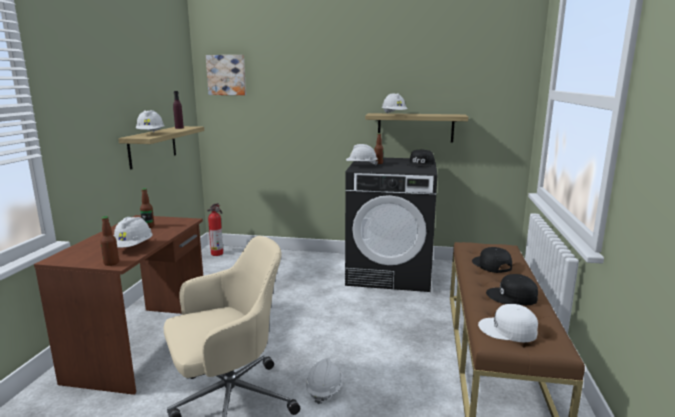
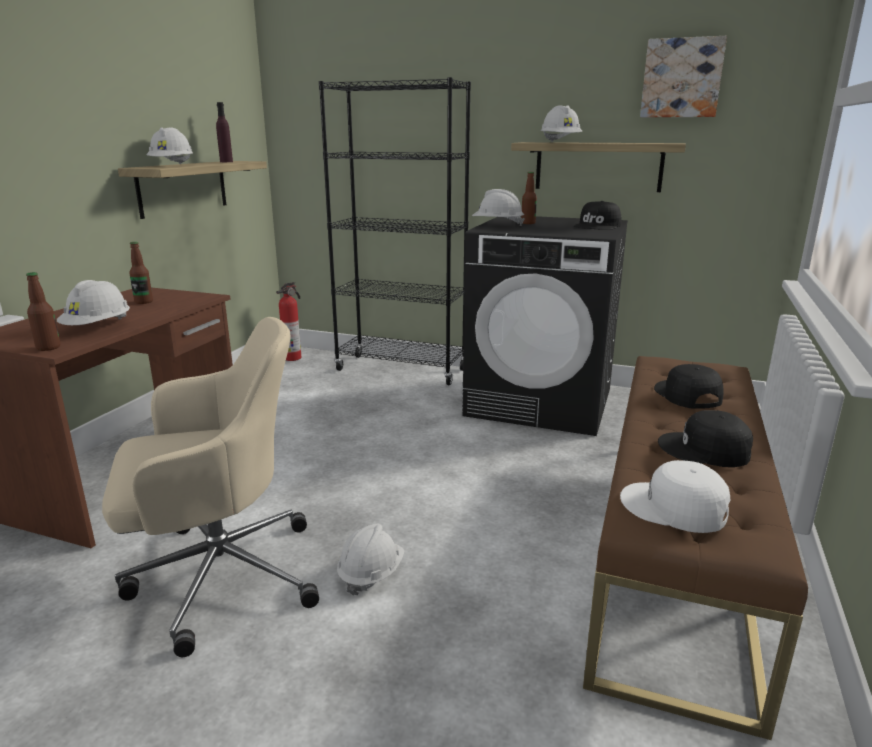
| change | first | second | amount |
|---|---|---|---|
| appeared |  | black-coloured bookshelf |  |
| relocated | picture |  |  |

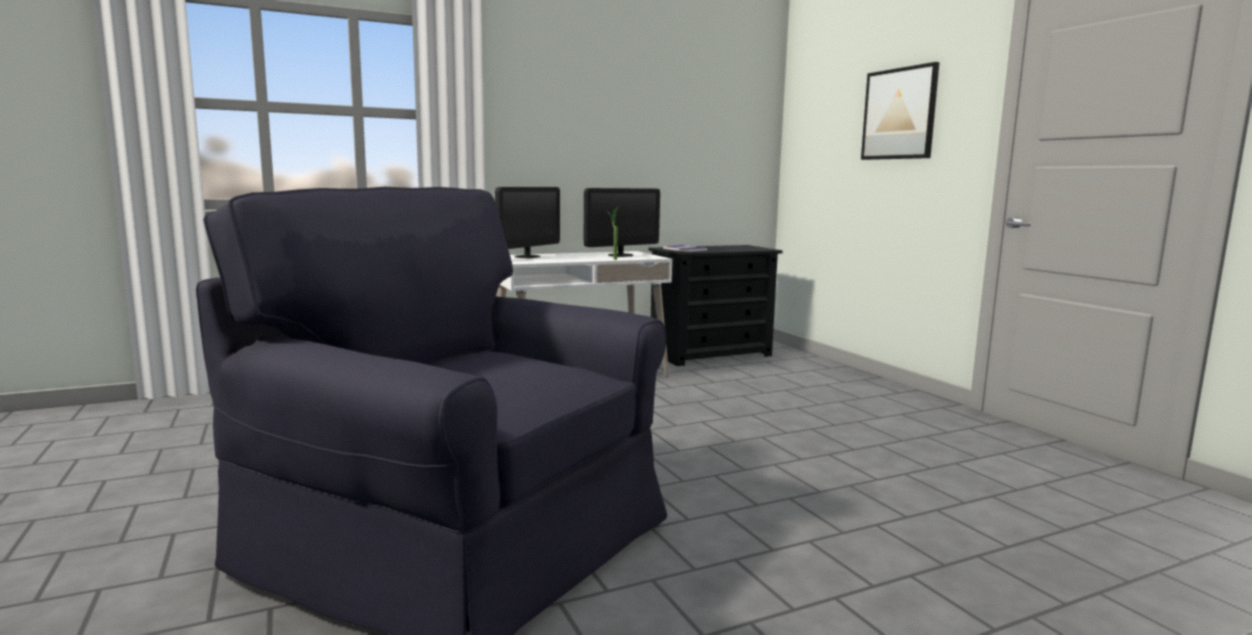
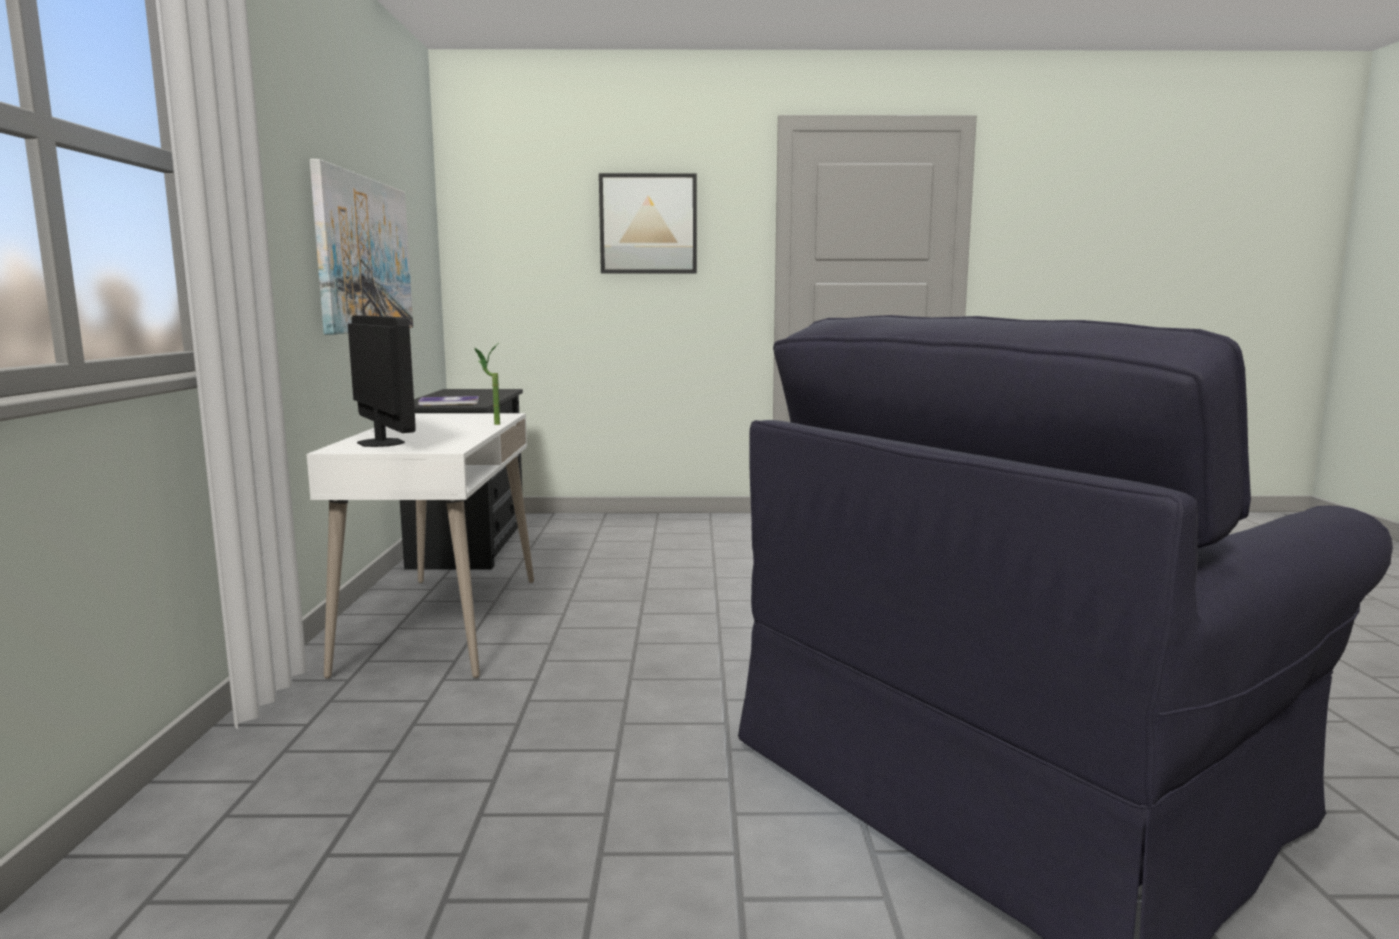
| change | first | second | amount |
|---|---|---|---|
| missing | computer display (no. 2 from left) |  |  |
| appeared |  | picture (no. 1 from left) |  |

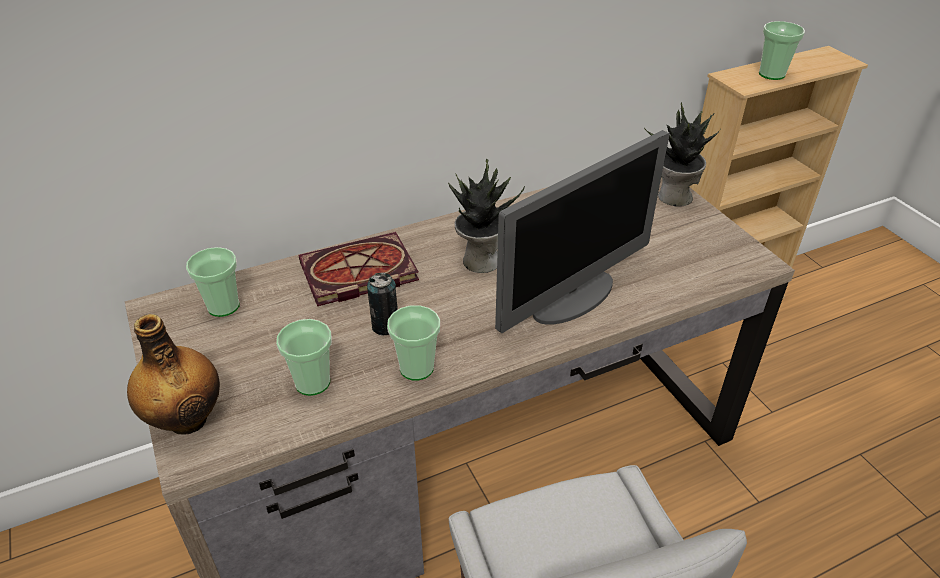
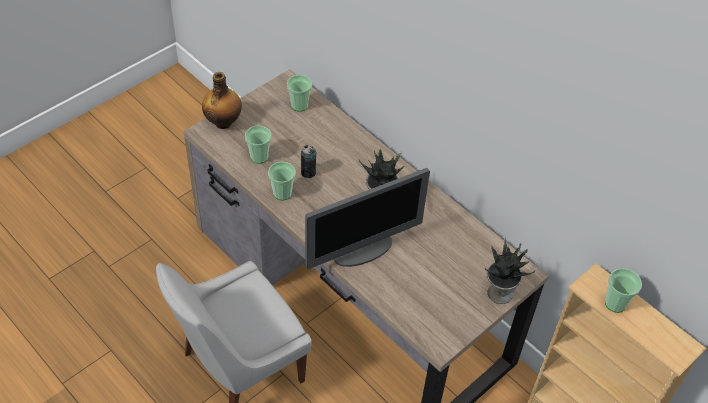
| change | first | second | amount |
|---|---|---|---|
| missing | book |  |  |
| spun | computer display |  | 60 degrees counterclockwise |

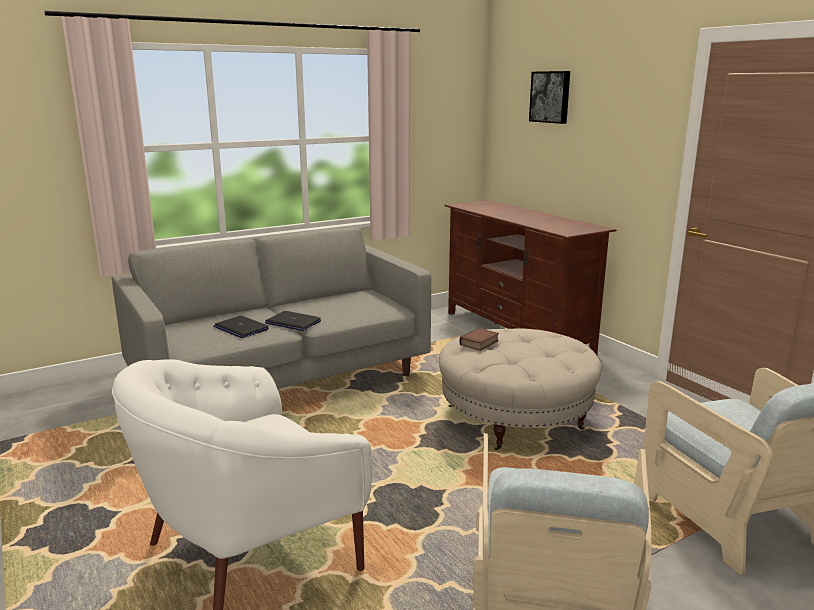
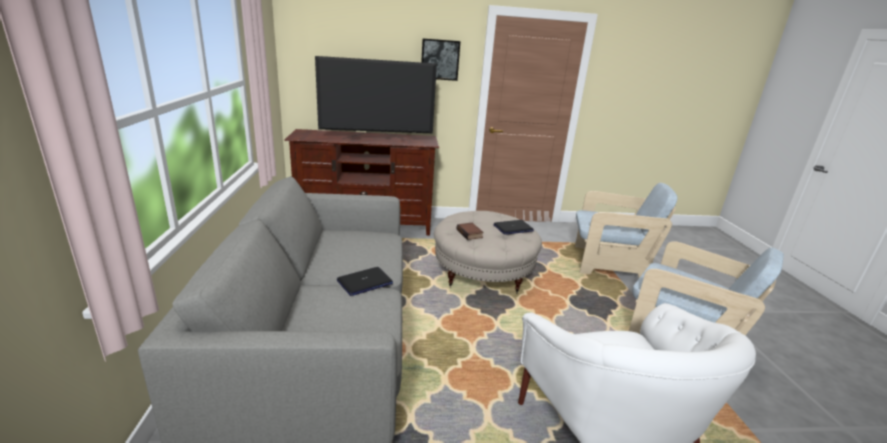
| change | first | second | amount |
|---|---|---|---|
| appeared |  | TV set |  |
| relocated | portable computer (no. 1 from left in the first image) | portable computer (no. 2 from left) |  |
| relocated | picture |  |  |

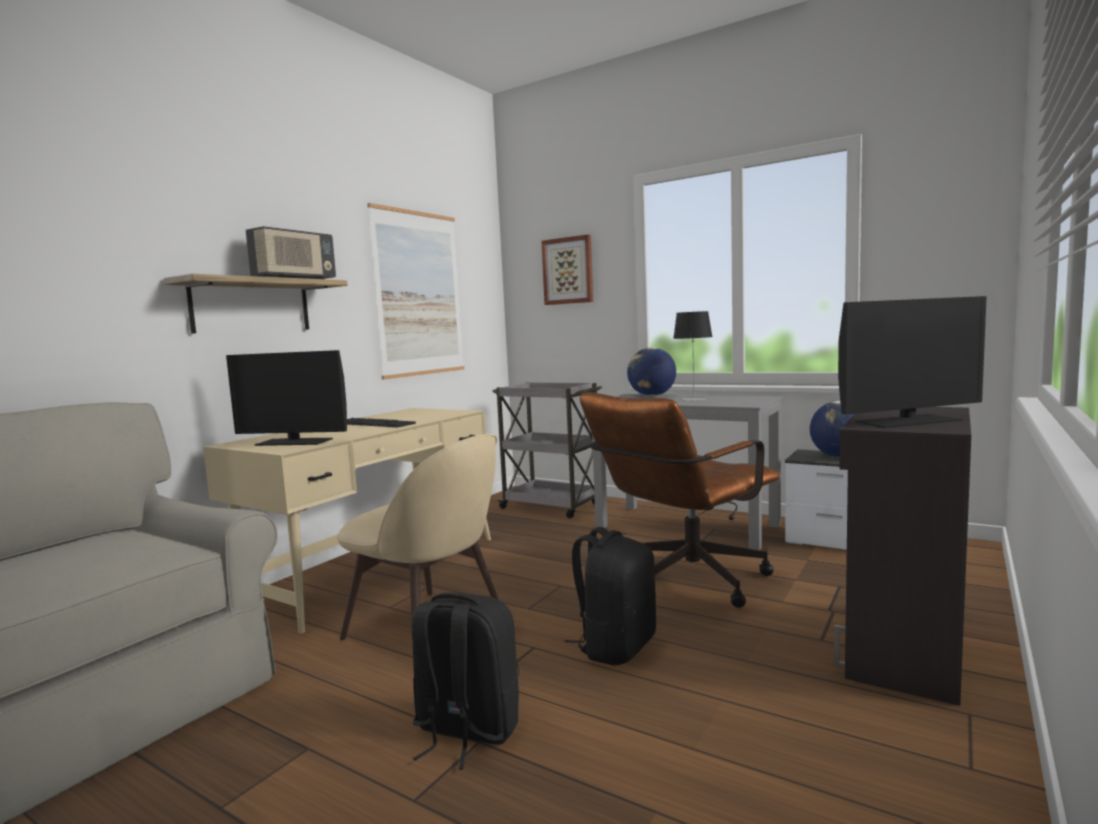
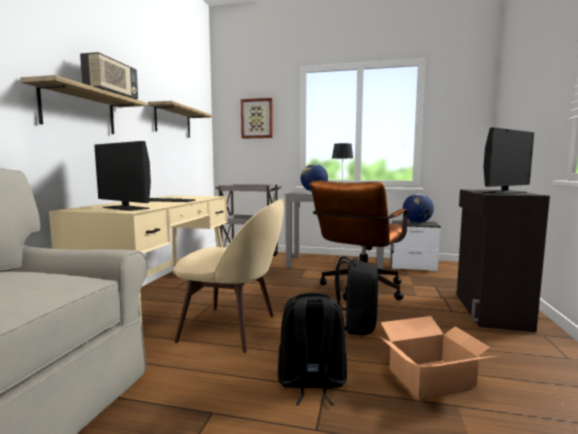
| change | first | second | amount |
|---|---|---|---|
| appeared |  | carton |  |
| exchanged | picture (no. 1 from left) | wall shelf (no. 2 from left) |  |
| spun | computer display (no. 1 from left) |  | 45 degrees clockwise |

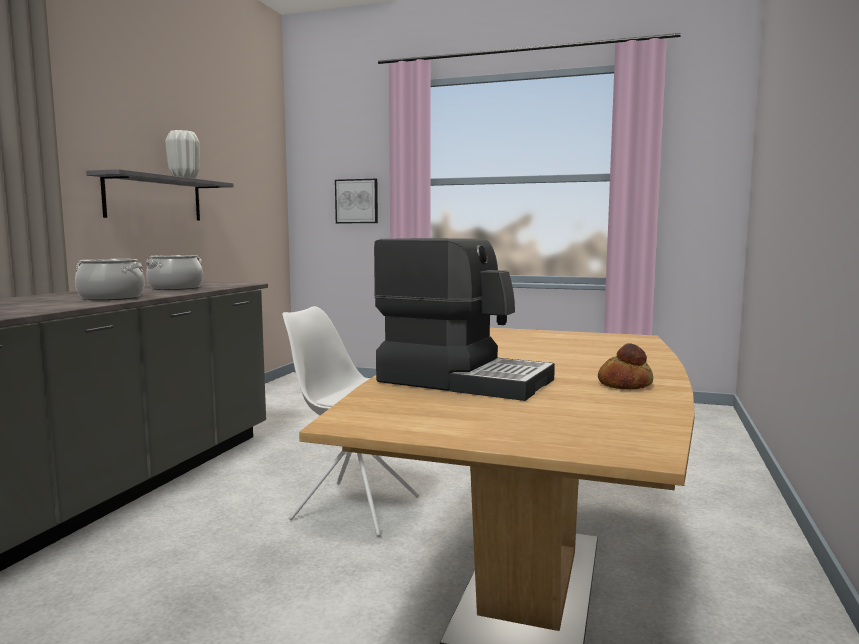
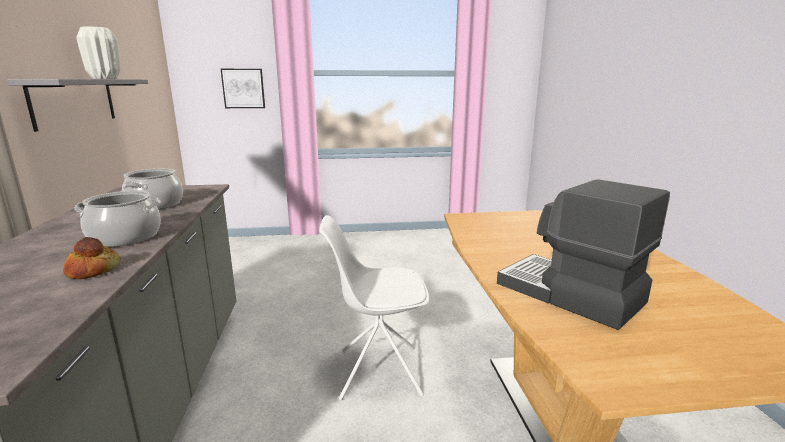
| change | first | second | amount |
|---|---|---|---|
| relocated | baked bread |  |  |
| spun | coffee maker |  | 135 degrees counterclockwise |

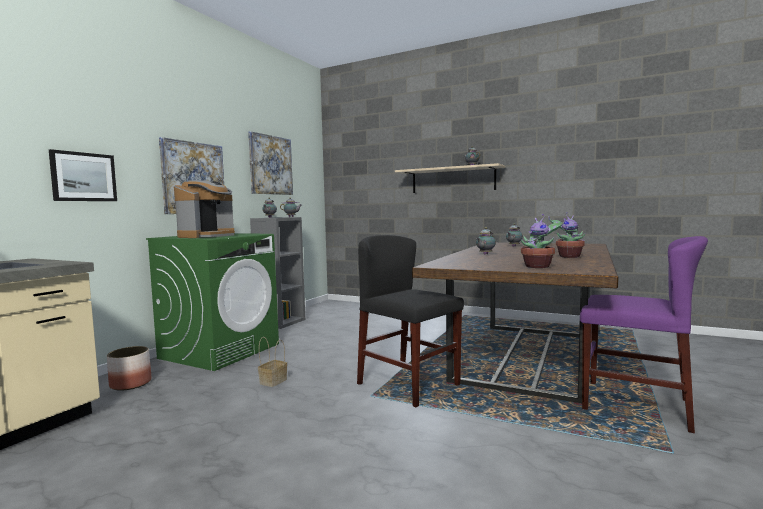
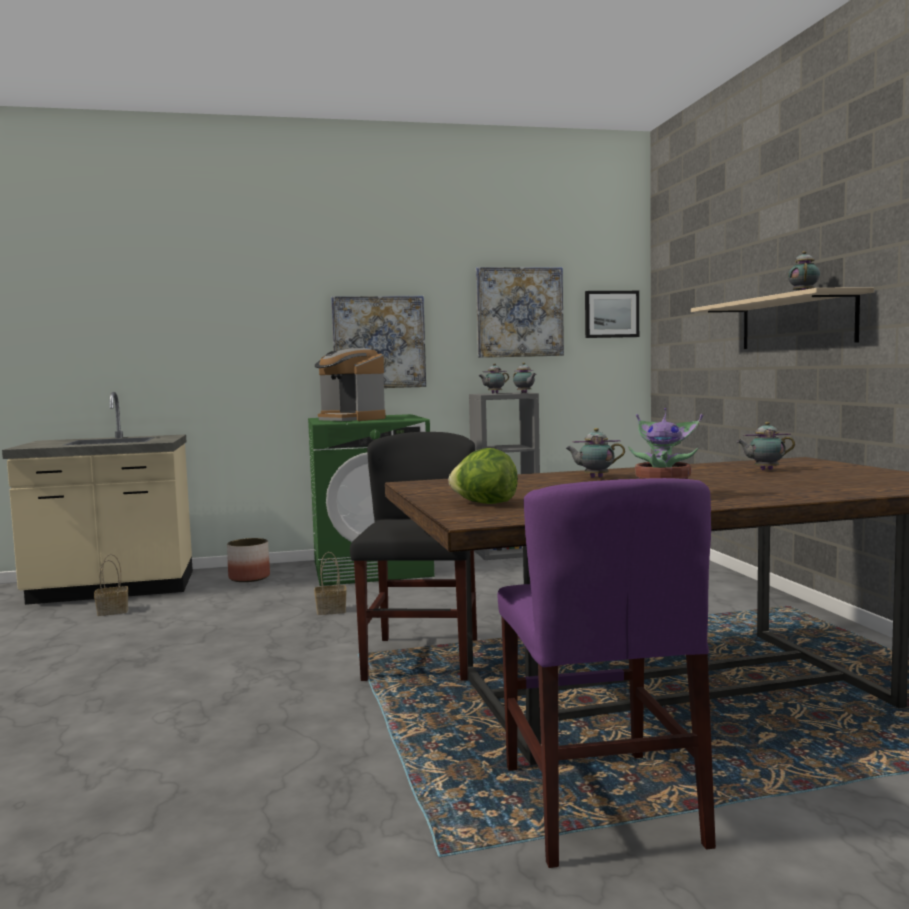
| change | first | second | amount |
|---|---|---|---|
| appeared |  | household basket (no. 1 from left) |  |
| relocated | picture (no. 1 from left in the first image) | picture (no. 3 from left) |  |
| exchanged | houseplant (no. 1 from left) | lettuce |  |
| spun | coffee maker |  | 60 degrees clockwise |

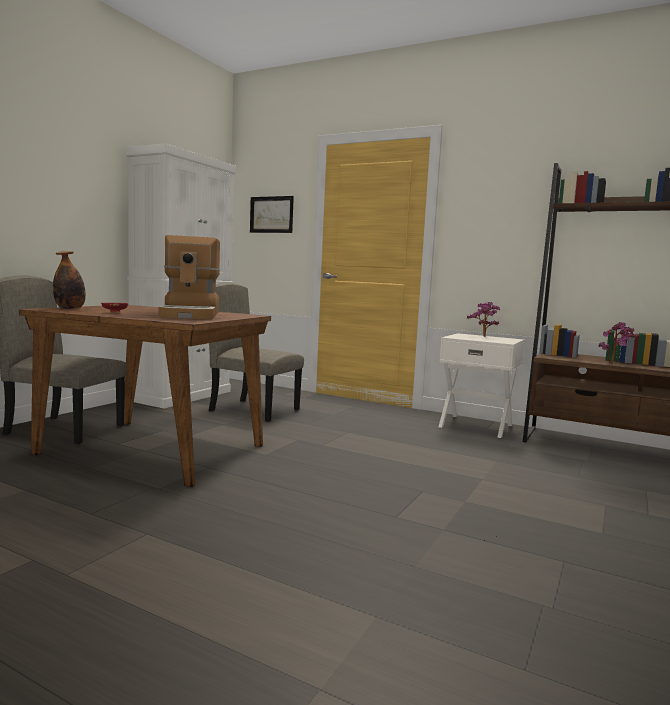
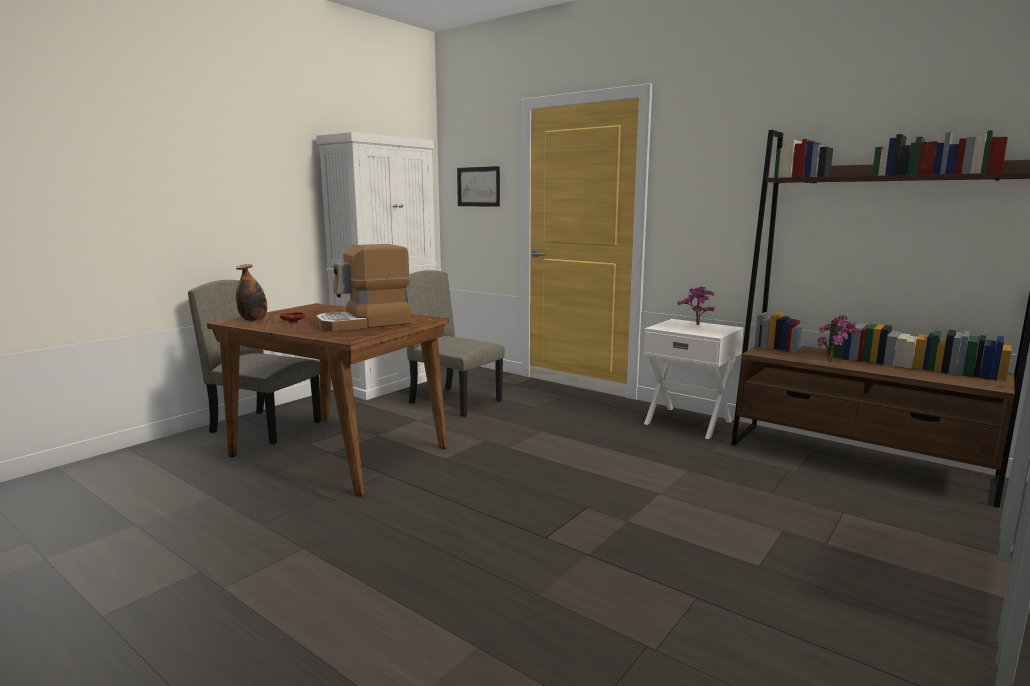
| change | first | second | amount |
|---|---|---|---|
| spun | coffee maker |  | 60 degrees clockwise |

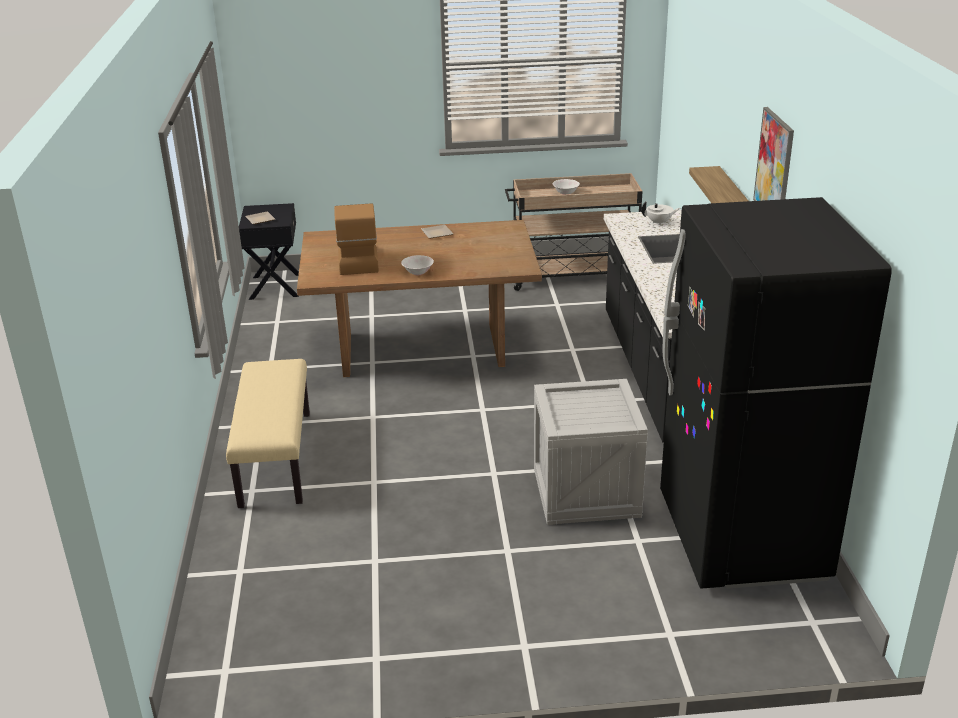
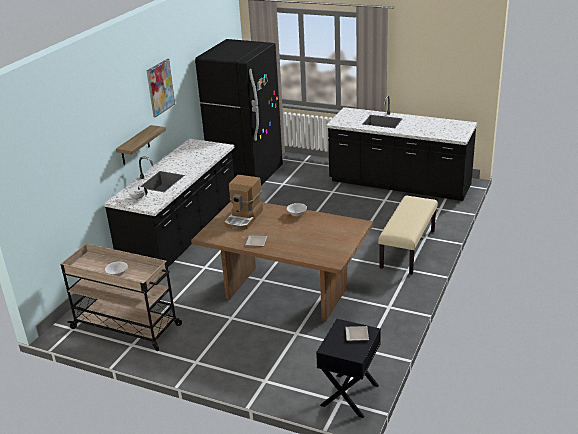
| change | first | second | amount |
|---|---|---|---|
| missing | shipping crate |  |  |
| appeared |  | black-coloured counter (no. 2 from left) |  |
| relocated | coffee maker |  |  |

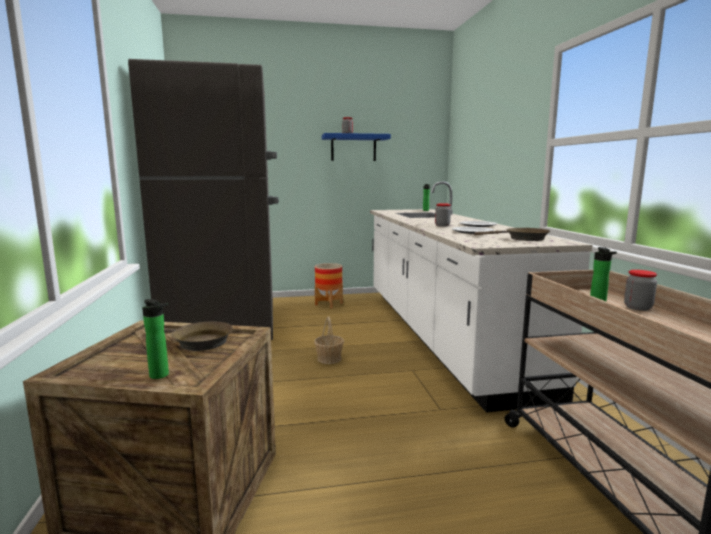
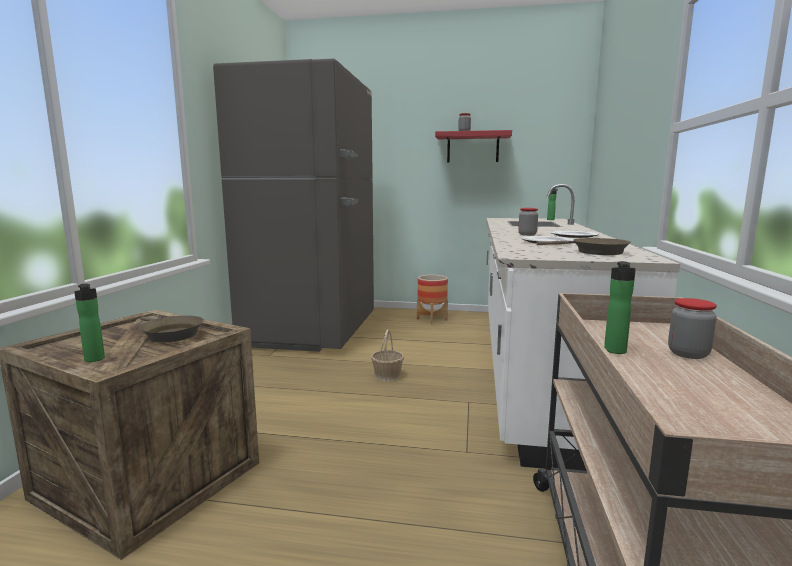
| change | first | second | amount |
|---|---|---|---|
| colour | blue wall shelf | red-coloured wall shelf |  |

